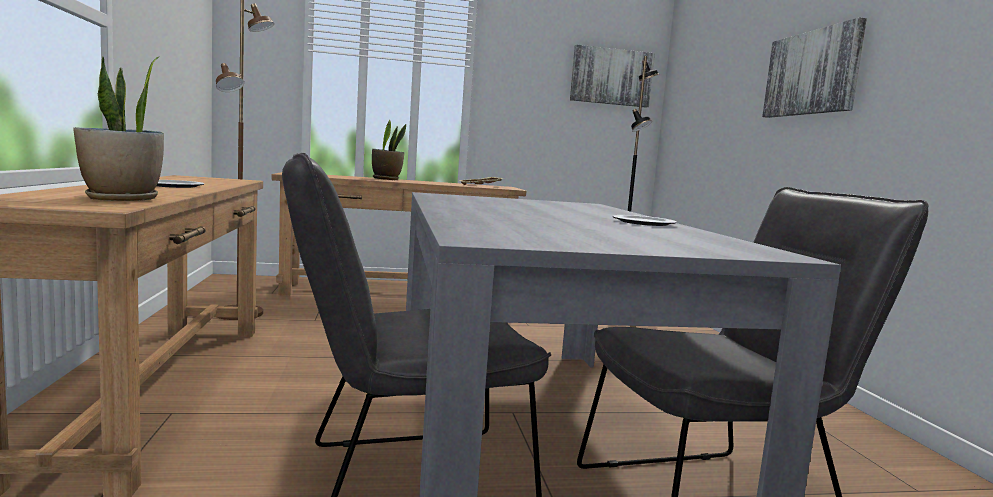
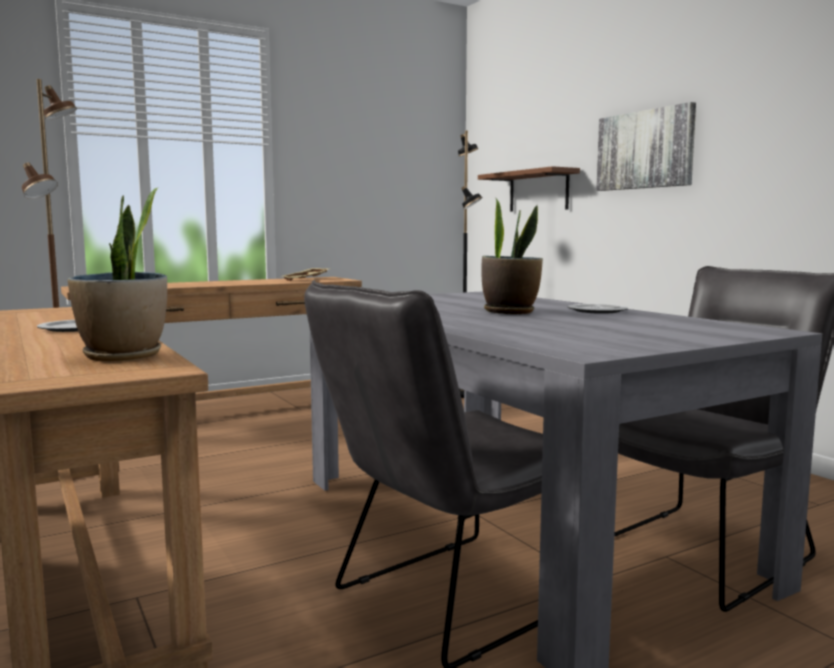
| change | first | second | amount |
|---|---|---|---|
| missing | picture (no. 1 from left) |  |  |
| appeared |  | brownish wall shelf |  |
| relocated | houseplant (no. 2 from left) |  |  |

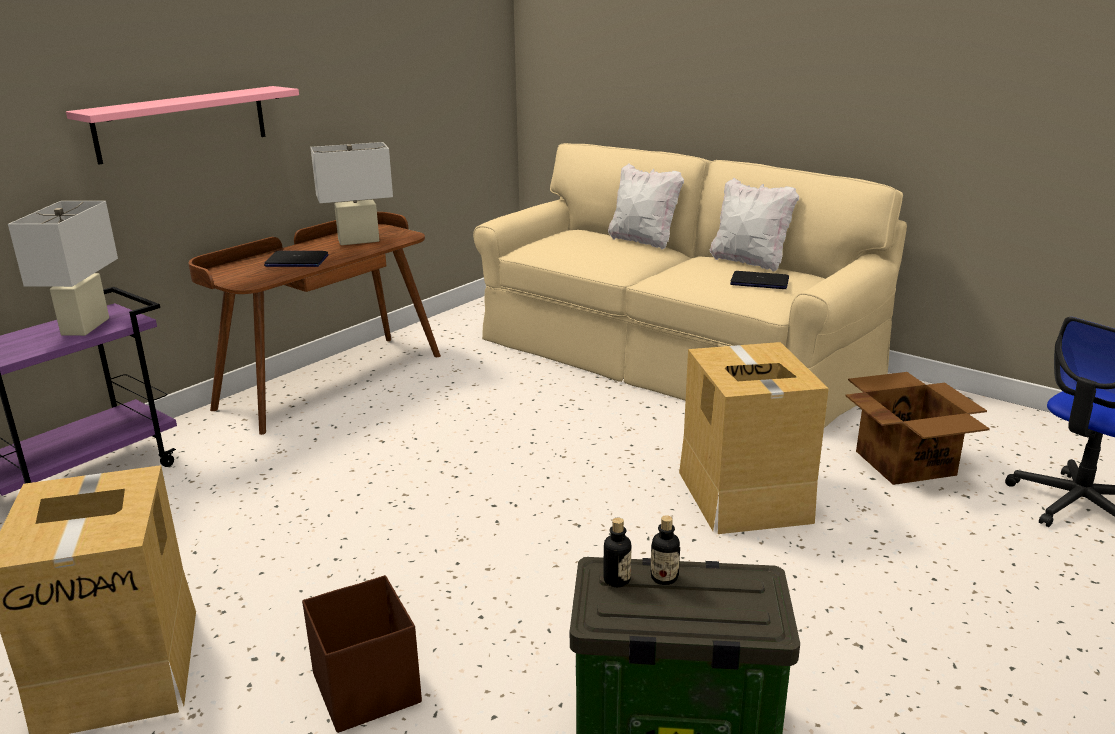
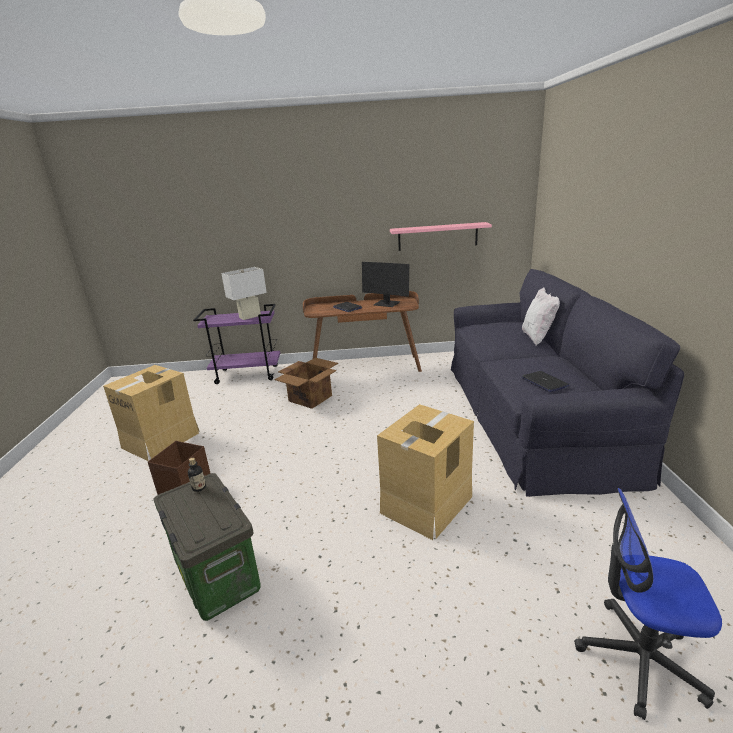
| change | first | second | amount |
|---|---|---|---|
| missing | beverage bottle (no. 2 from left) |  |  |
| missing | white pillow (no. 2 from left) |  |  |
| relocated | pink-coloured wall shelf |  |  |
| relocated | carton (no. 3 from left in the first image) | carton (no. 2 from left) |  |
| exchanged | white tabletop lamp (no. 2 from left) | computer display |  |
| colour | sand-coloured settee | black-coloured settee |  |

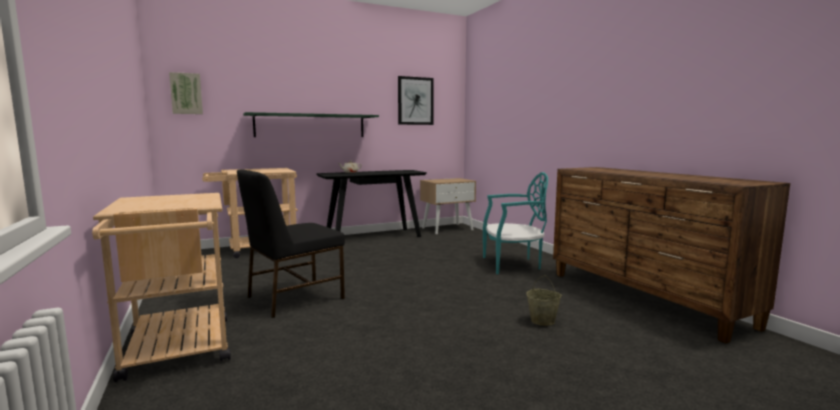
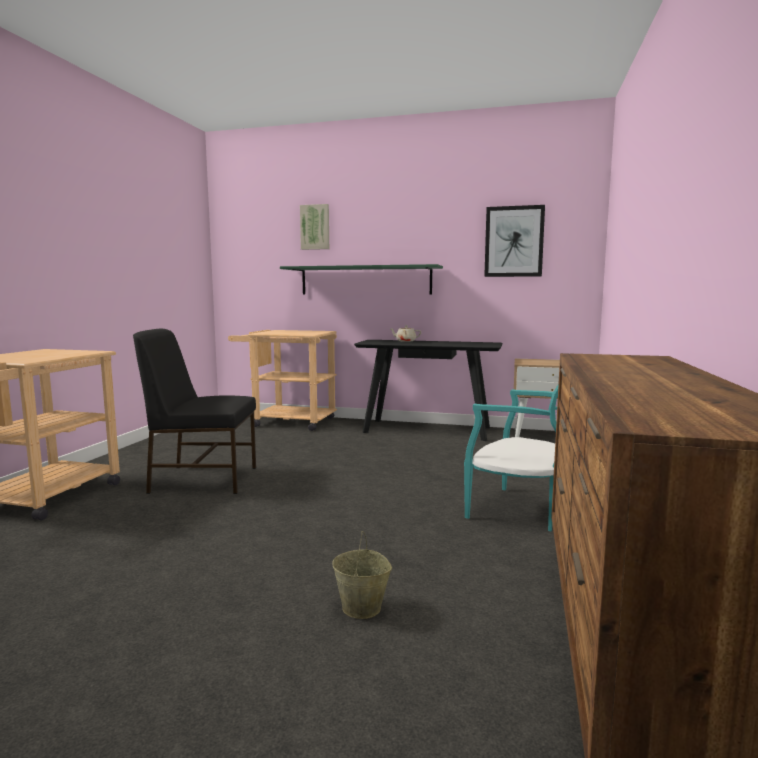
| change | first | second | amount |
|---|---|---|---|
| relocated | picture (no. 1 from left) |  |  |

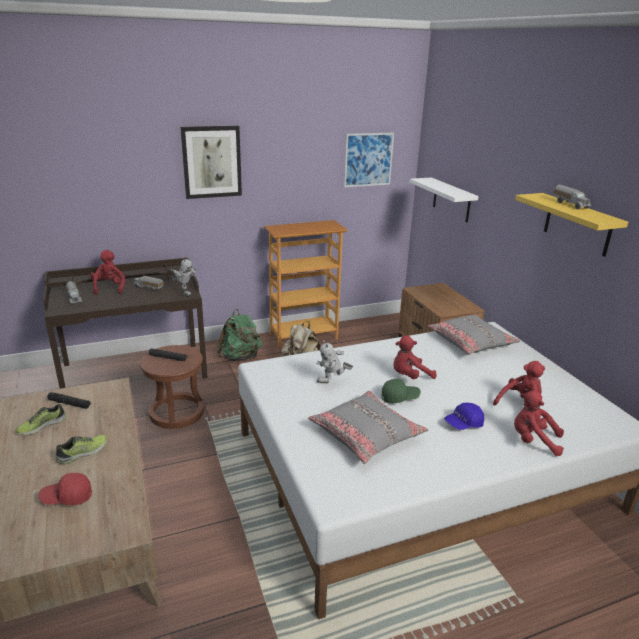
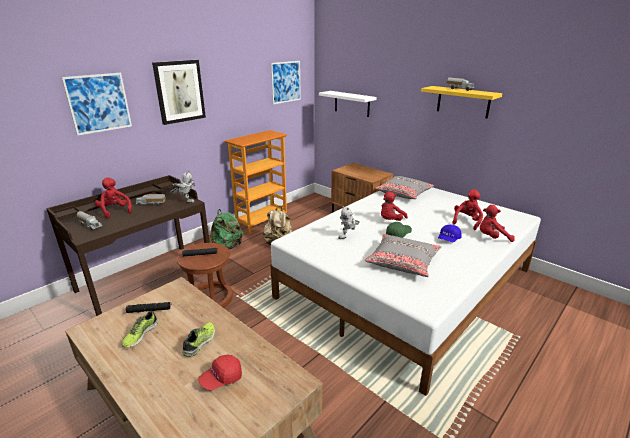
| change | first | second | amount |
|---|---|---|---|
| appeared |  | picture (no. 1 from left) |  |

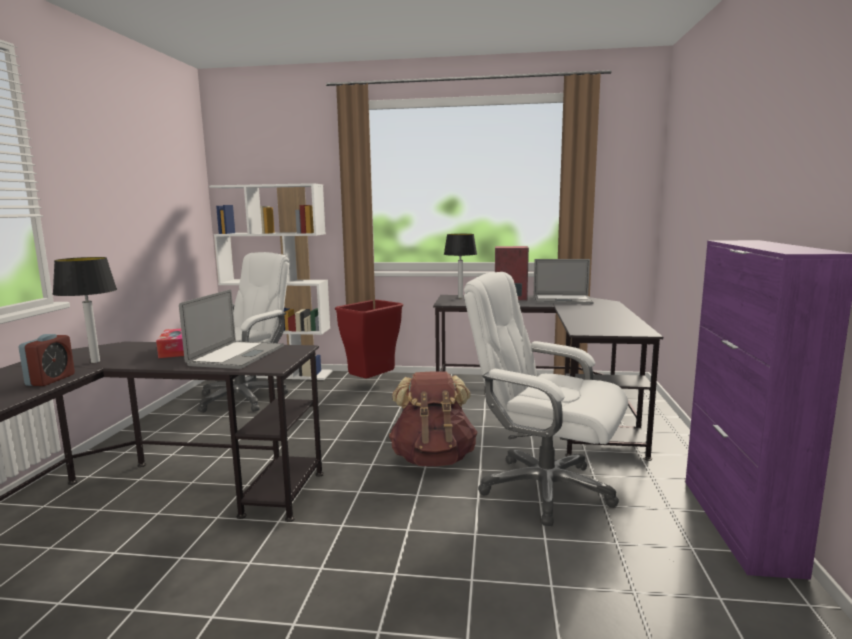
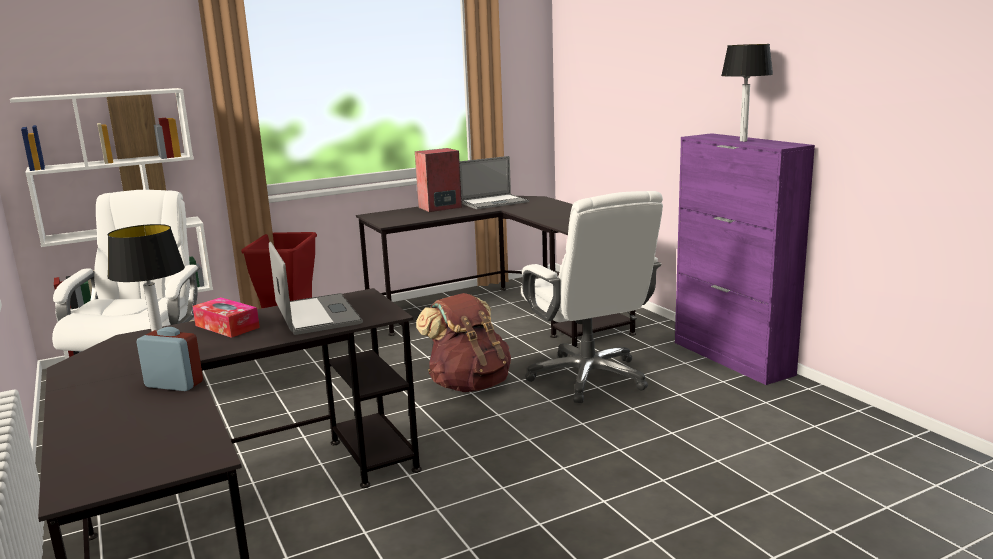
| change | first | second | amount |
|---|---|---|---|
| relocated | tabletop lamp (no. 2 from left) |  |  |
| spun | table clock |  | 45 degrees counterclockwise |
| spun | white office chair (no. 2 from left) |  | 105 degrees counterclockwise |

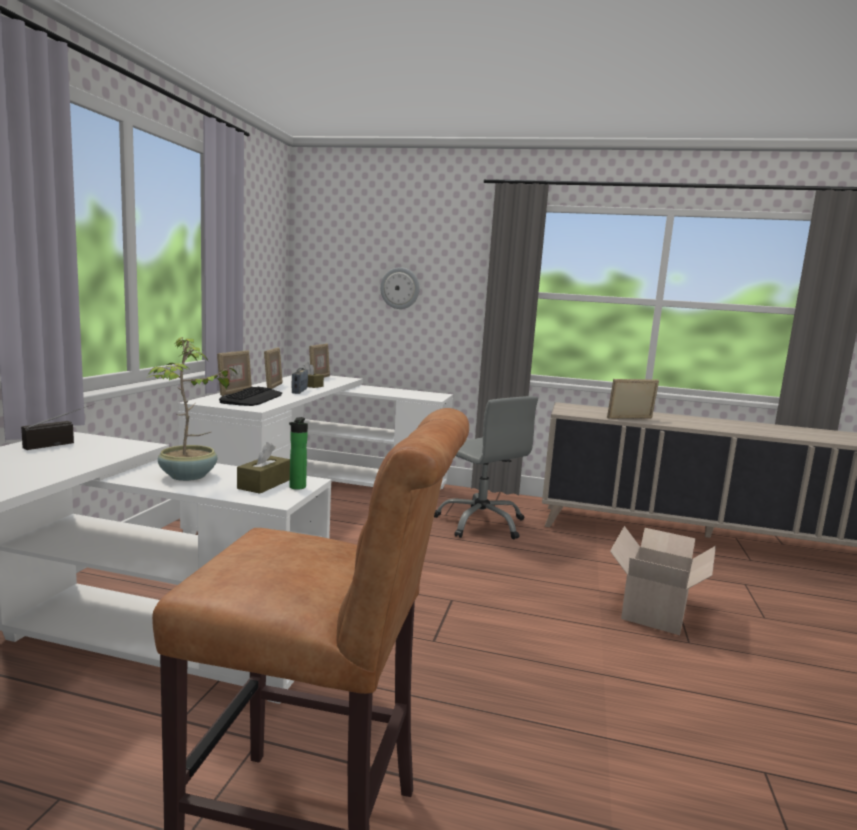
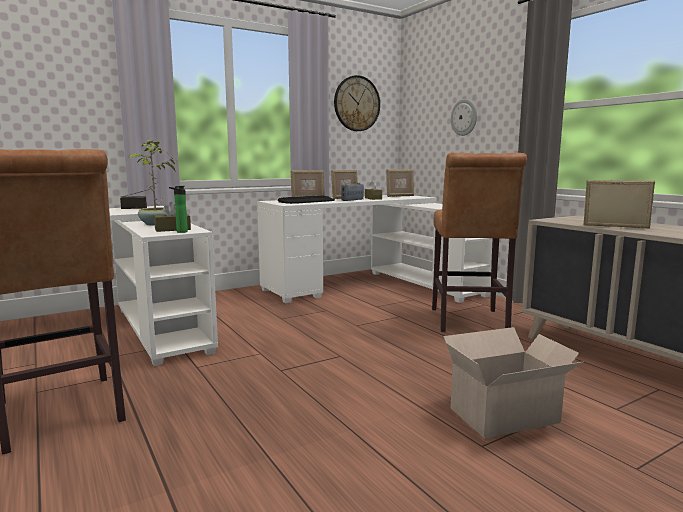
| change | first | second | amount |
|---|---|---|---|
| appeared |  | clock on the wall (no. 1 from left) |  |
| exchanged | gray office chair | brownish sitting stool (no. 2 from left) |  |

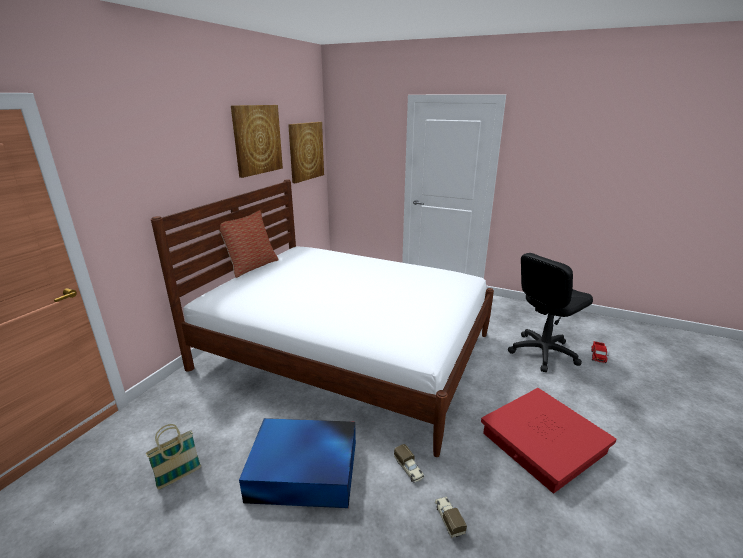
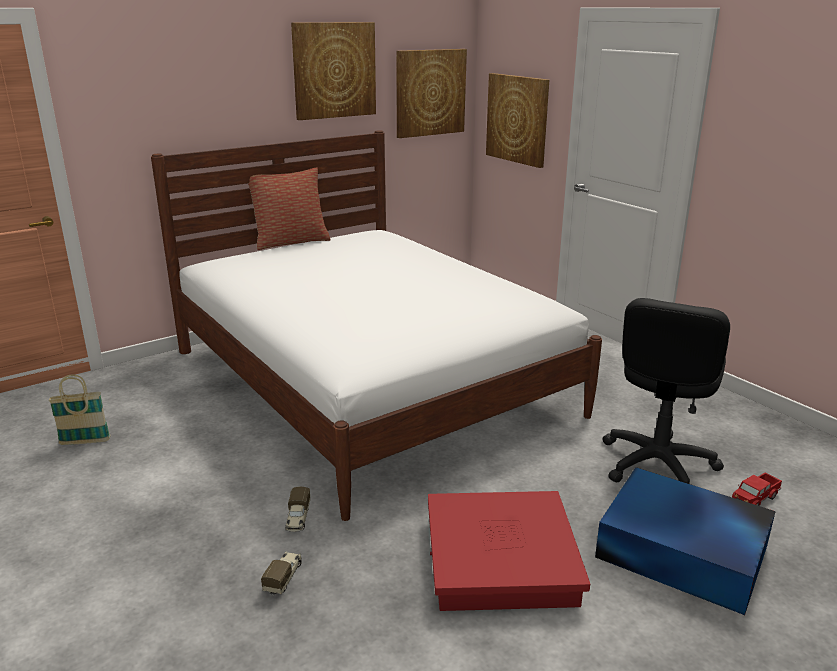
| change | first | second | amount |
|---|---|---|---|
| appeared |  | picture (no. 3 from left) |  |
| relocated | blue storage container |  |  |
| spun | black-coloured office chair |  | 60 degrees counterclockwise |

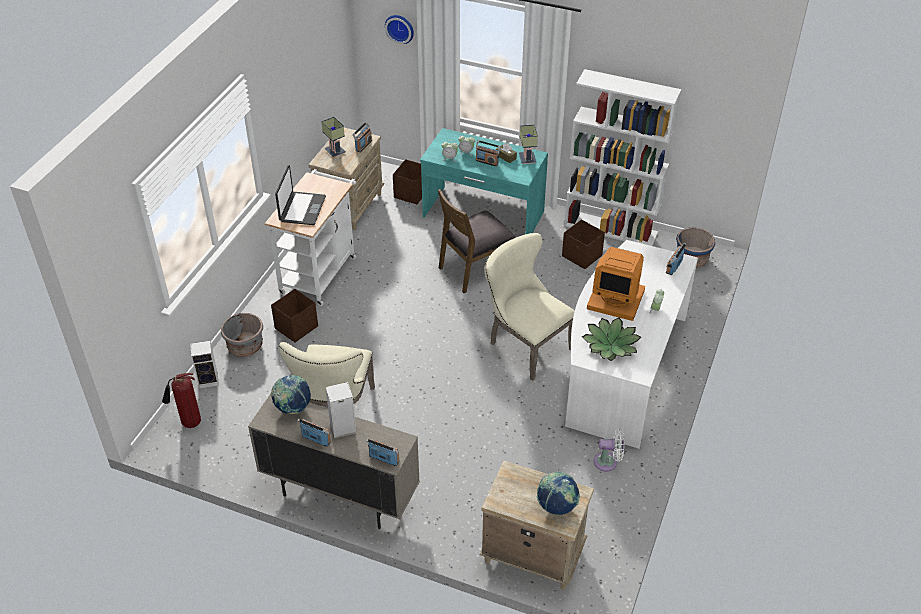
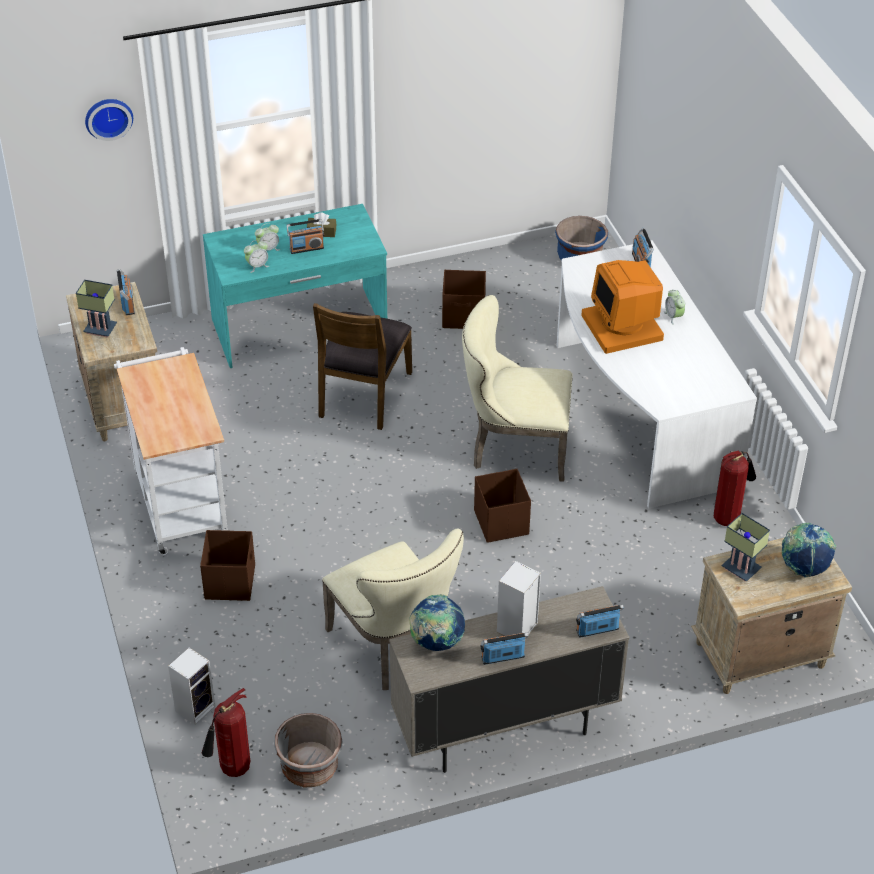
| change | first | second | amount |
|---|---|---|---|
| missing | portable computer |  |  |
| missing | white bookshelf |  |  |
| missing | houseplant |  |  |
| relocated | gray flower pot |  |  |
| relocated | brownish storage container (no. 2 from left in the first image) | brownish storage container (no. 3 from left) |  |
| relocated | tabletop lamp (no. 2 from left) |  |  |
| exchanged | white fan | fire-fighting cylinder (no. 2 from left) |  |
| spun | computer display |  | 90 degrees clockwise |

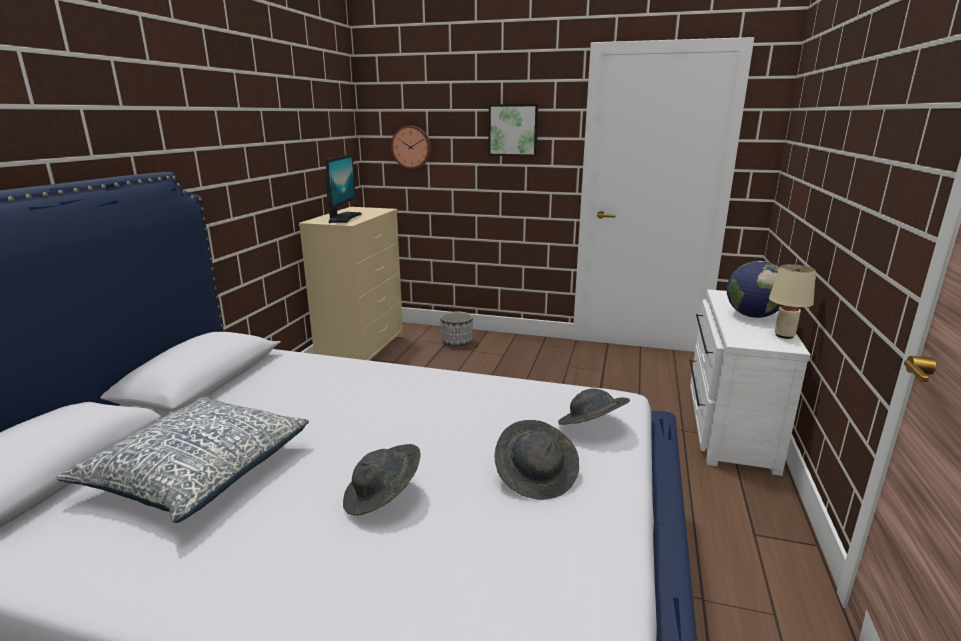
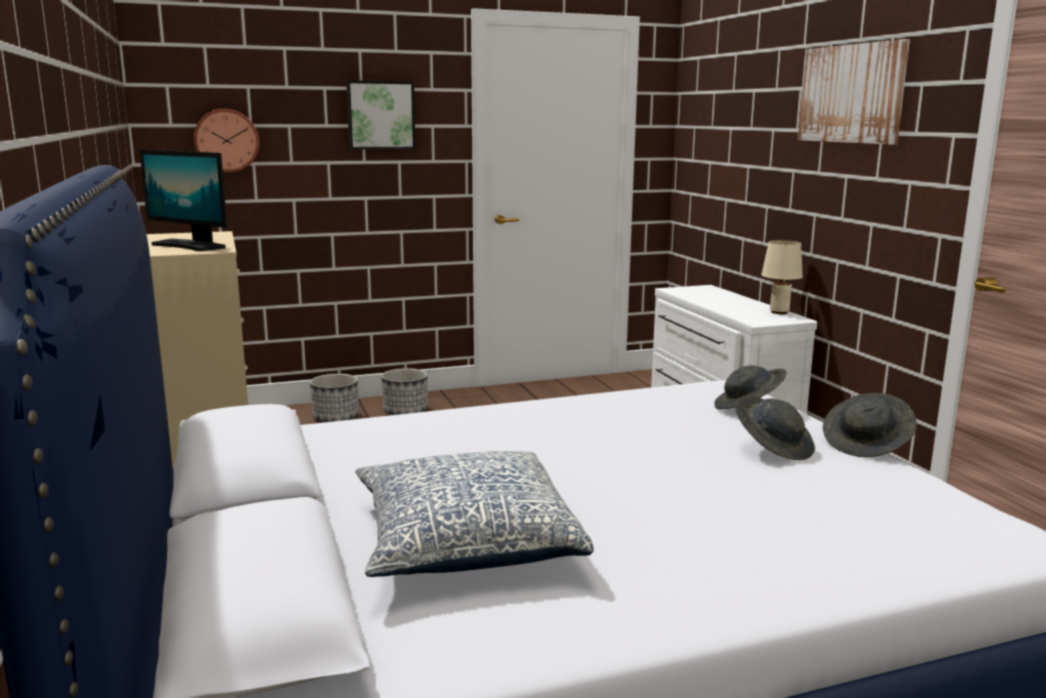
| change | first | second | amount |
|---|---|---|---|
| missing | globe |  |  |
| appeared |  | flower pot (no. 2 from left) |  |
| appeared |  | picture (no. 2 from left) |  |
| relocated | gray clothing hat (no. 1 from left in the first image) | gray clothing hat (no. 3 from left) |  |
| spun | computer display |  | 150 degrees clockwise |

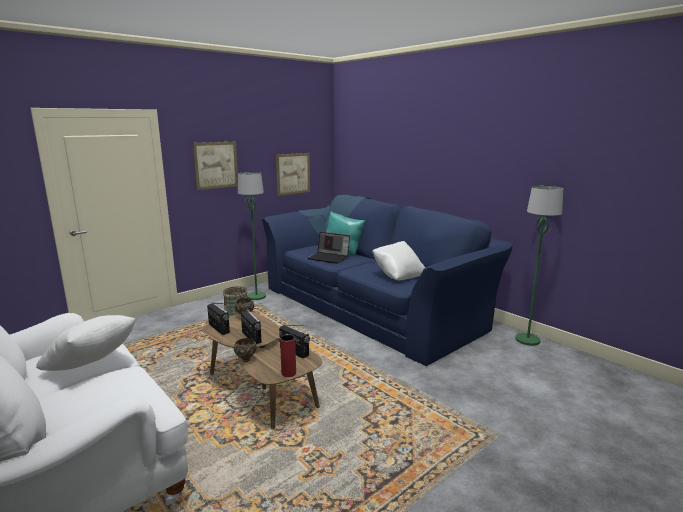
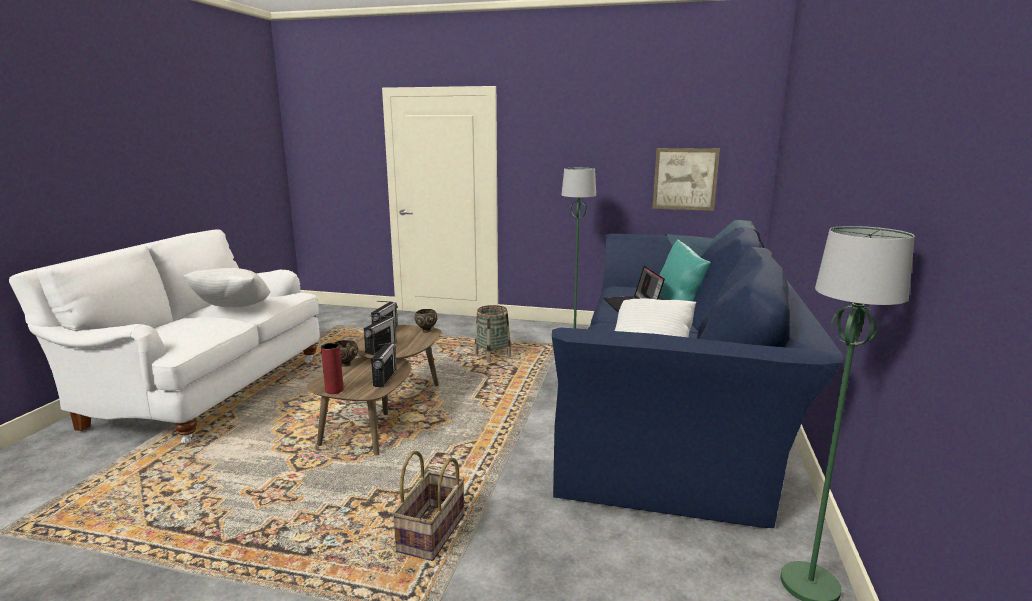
| change | first | second | amount |
|---|---|---|---|
| missing | picture (no. 1 from left) |  |  |
| appeared |  | household basket (no. 1 from left) |  |

